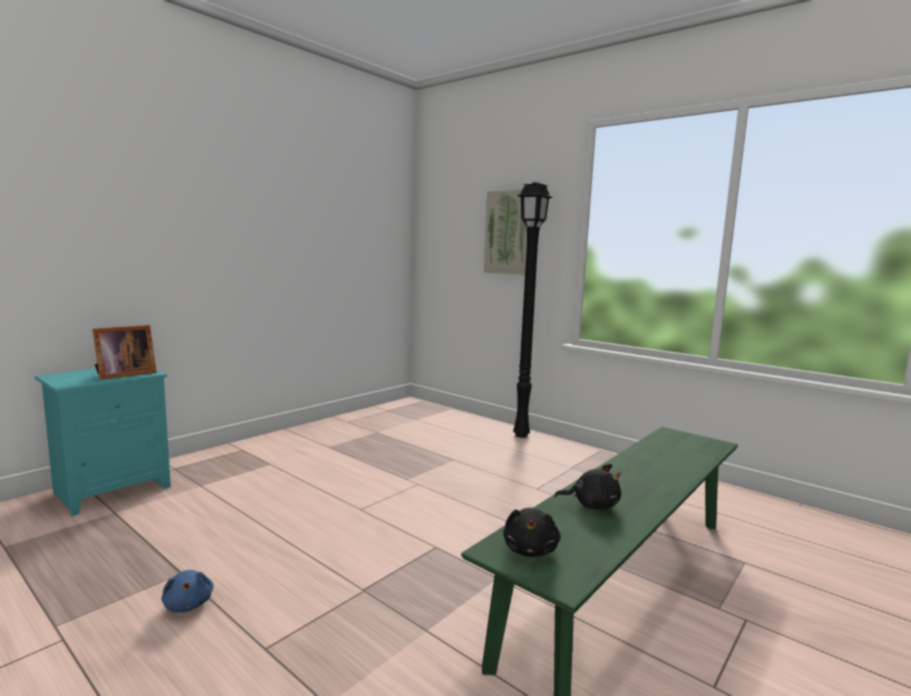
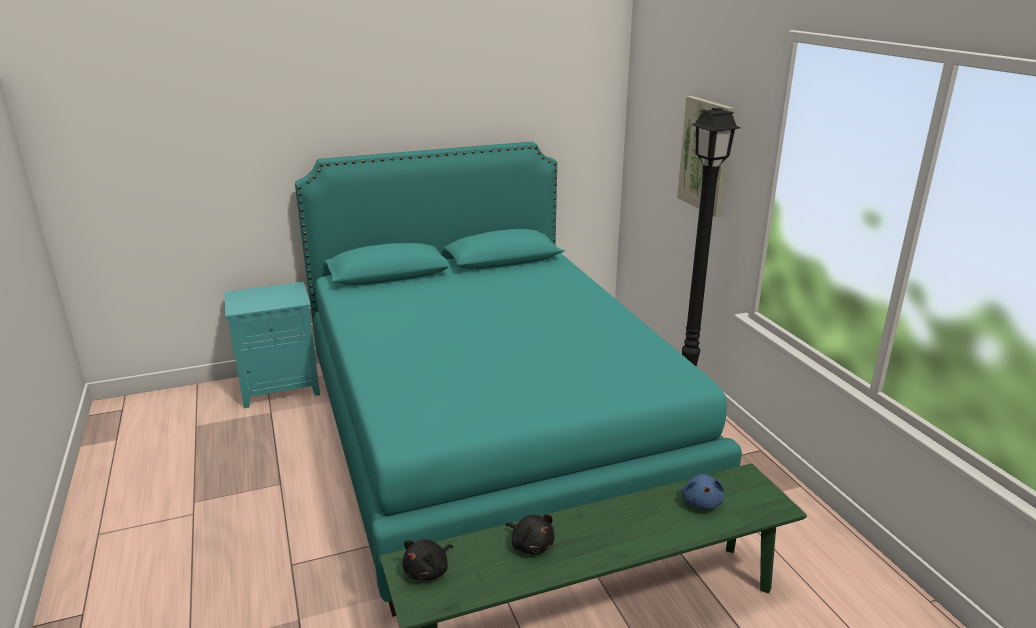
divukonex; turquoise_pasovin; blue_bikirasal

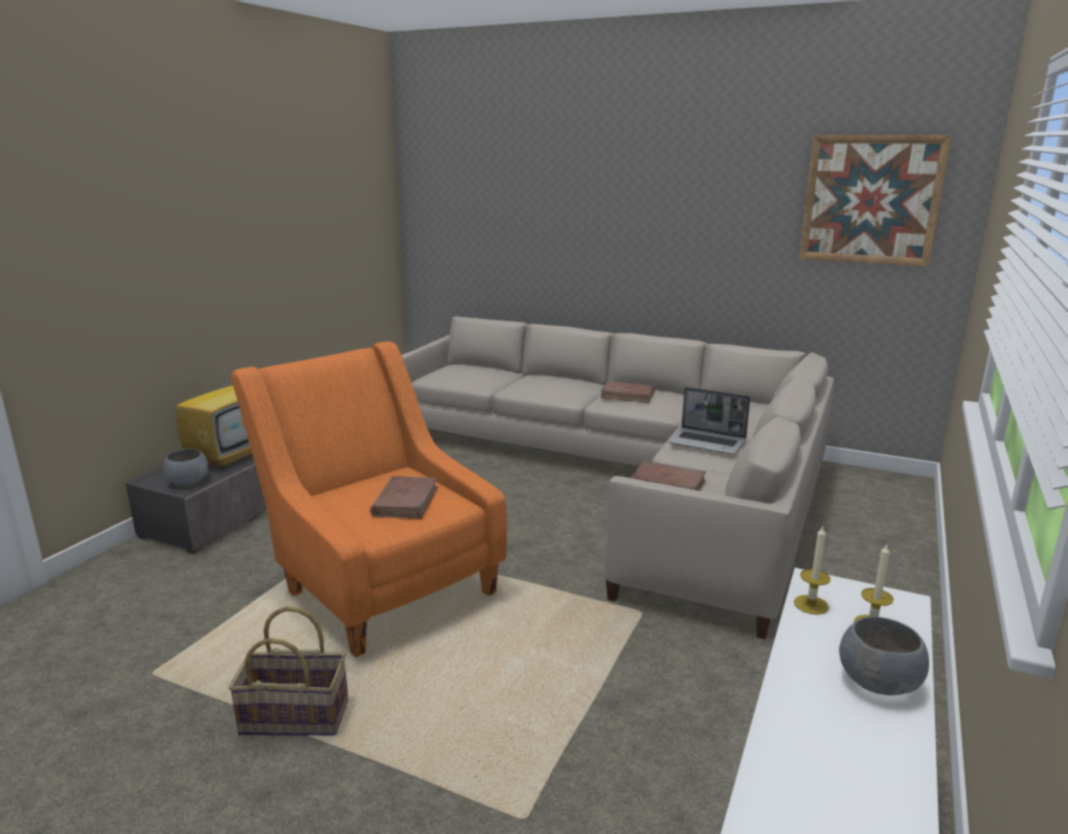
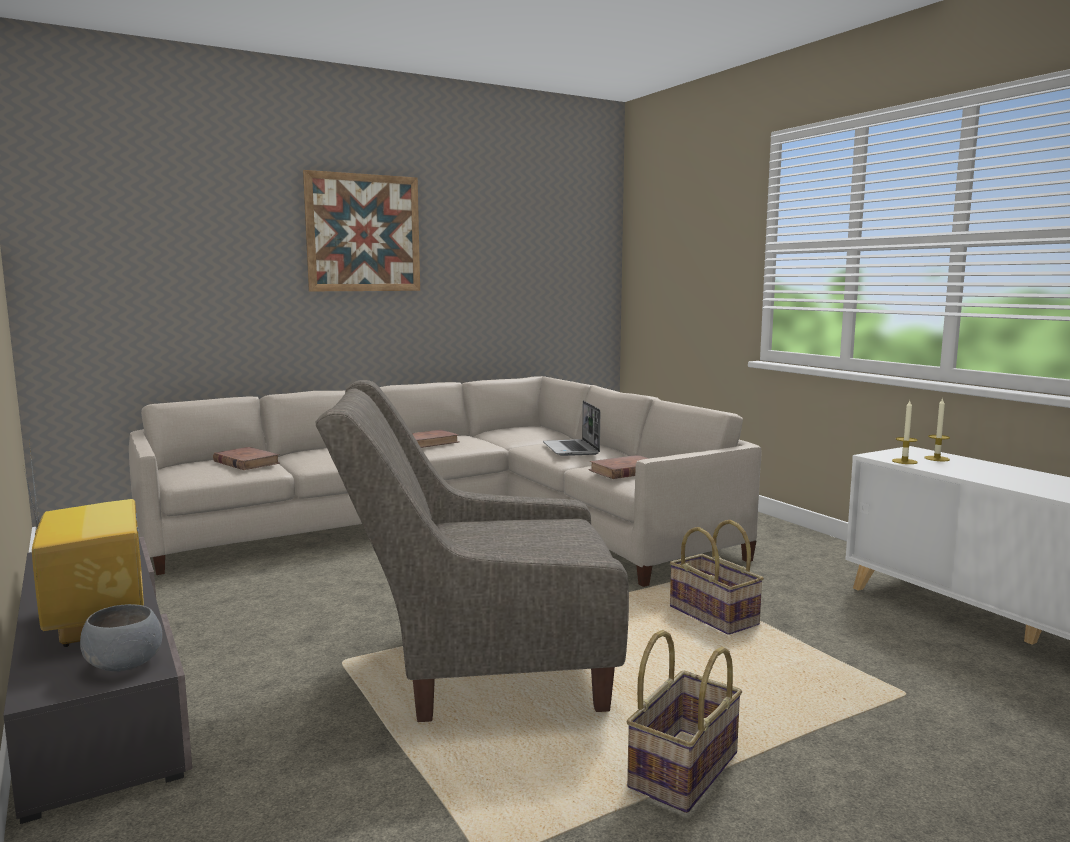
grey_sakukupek (no. 2 from left in the first image); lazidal (no. 2 from left); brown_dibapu (no. 1 from left); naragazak; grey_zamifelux; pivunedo

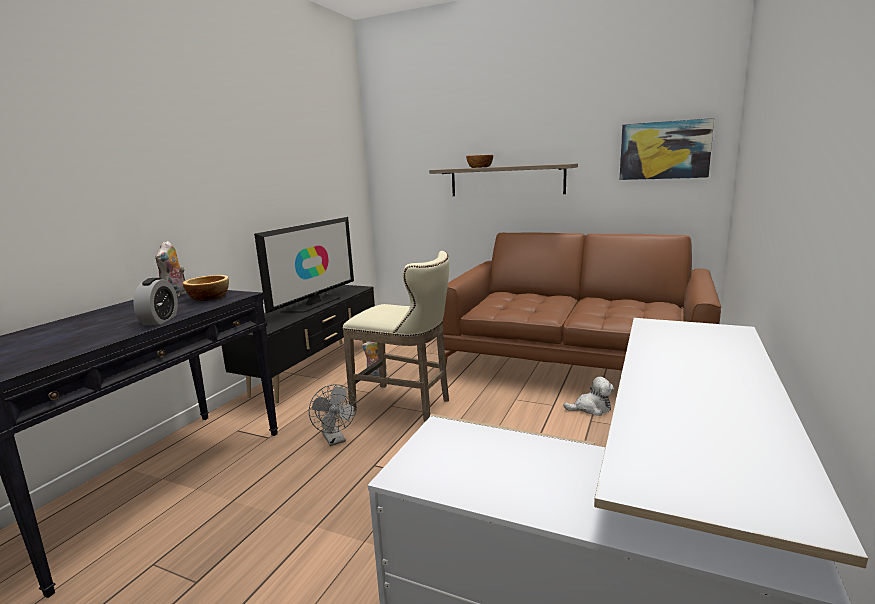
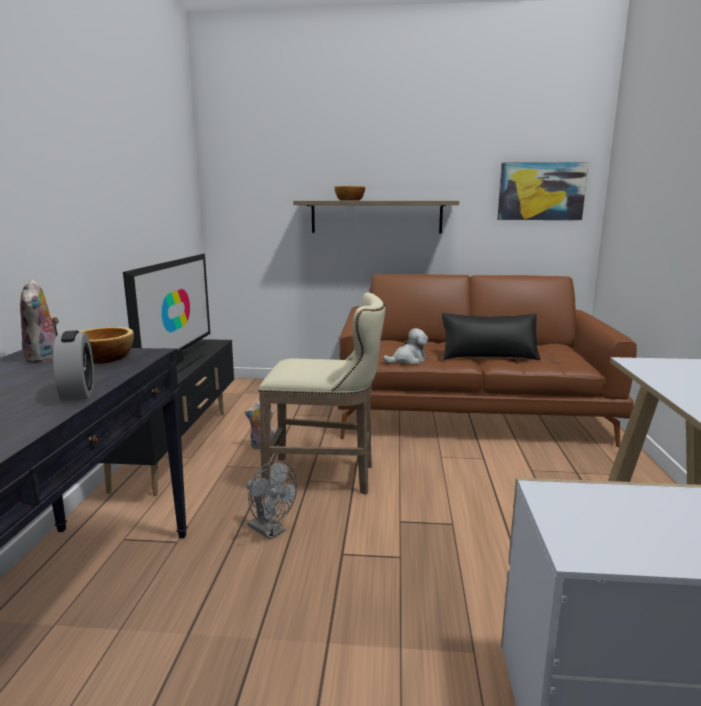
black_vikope; bikirasal (no. 3 from left)

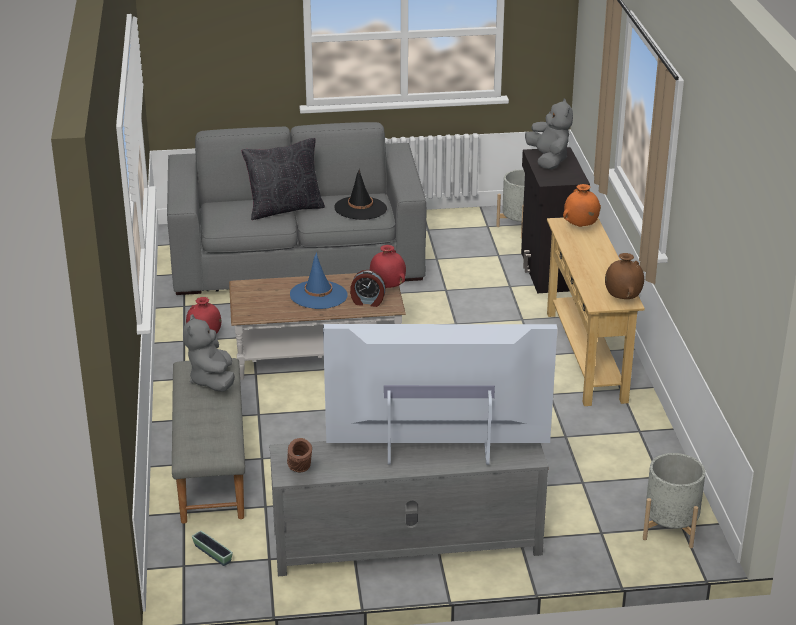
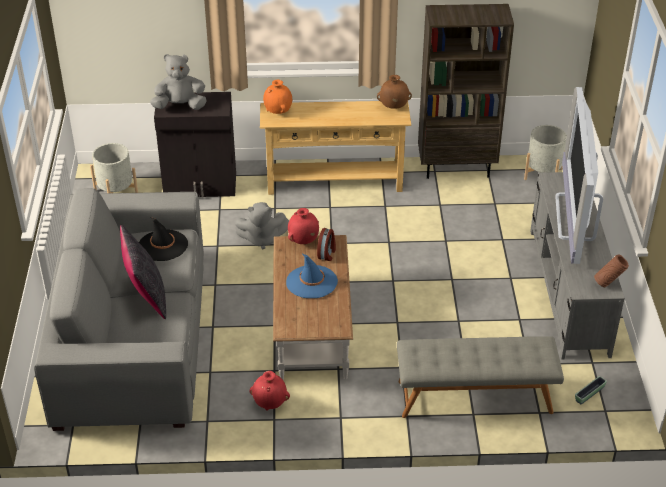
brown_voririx; grey_bikirasal (no. 2 from left)

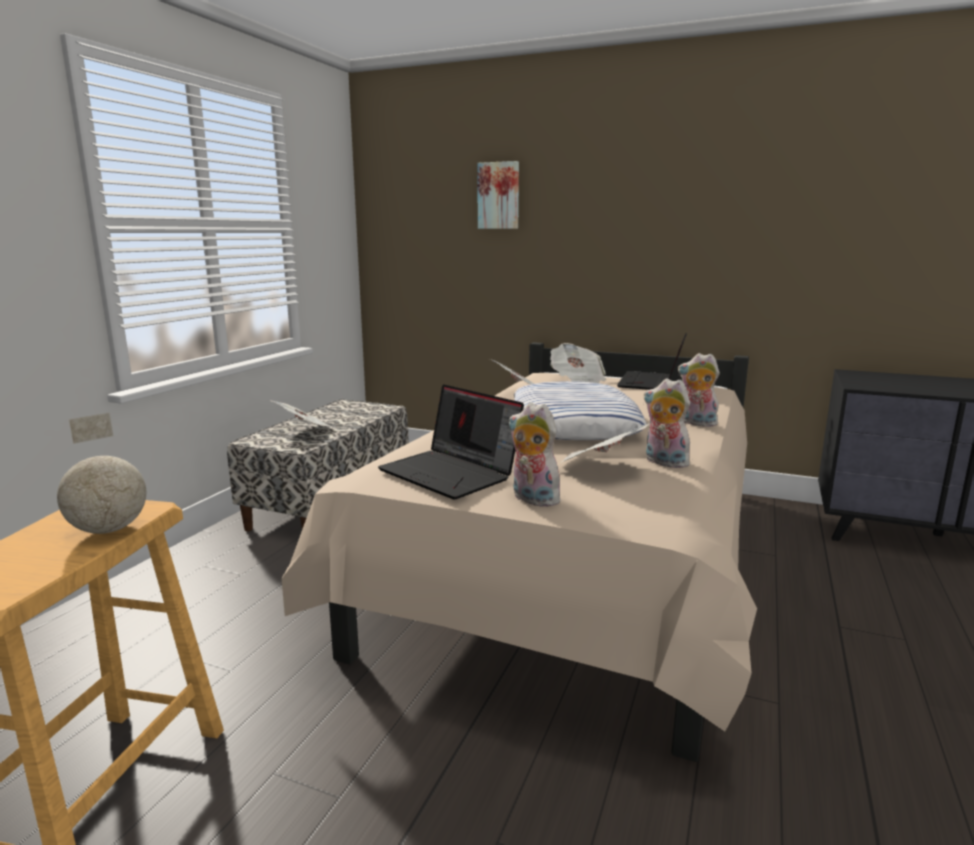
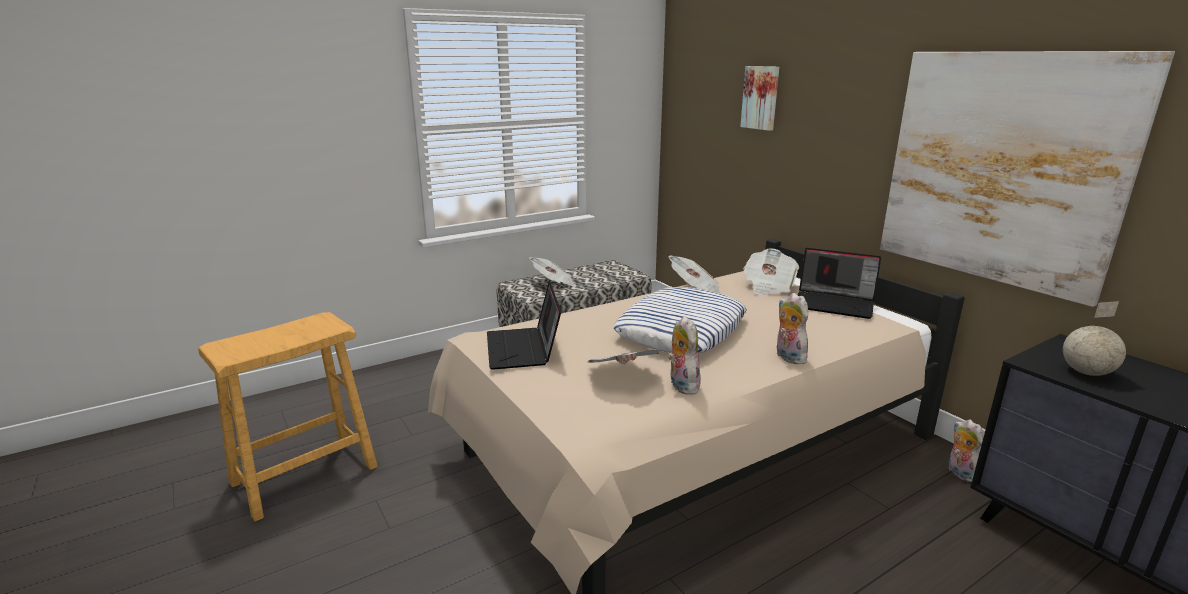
naragazak (no. 2 from left); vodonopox; bikirasal (no. 3 from left); pivunedo (no. 2 from left)

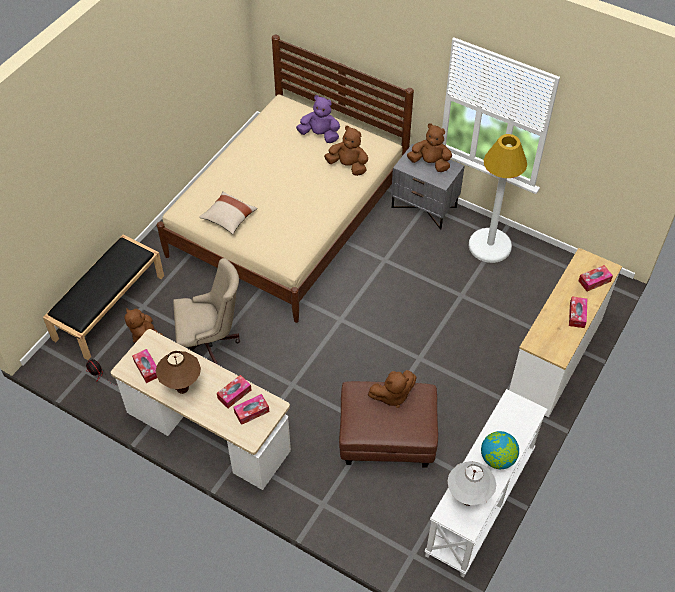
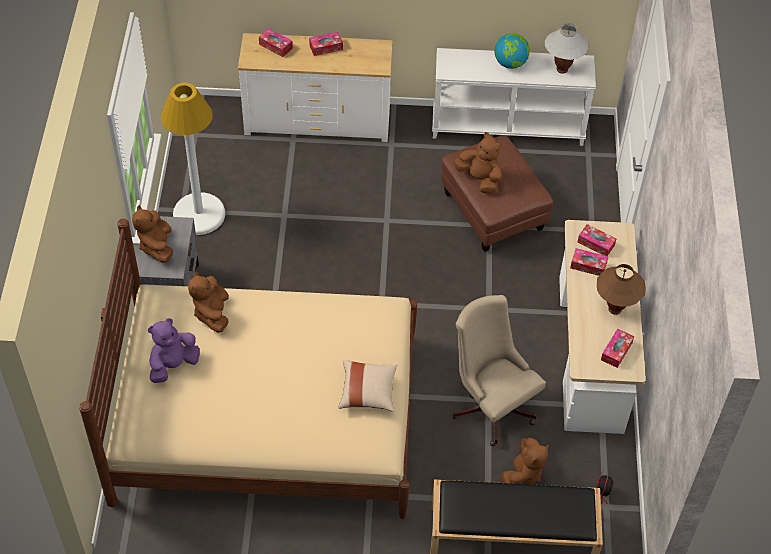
purple_bikirasal

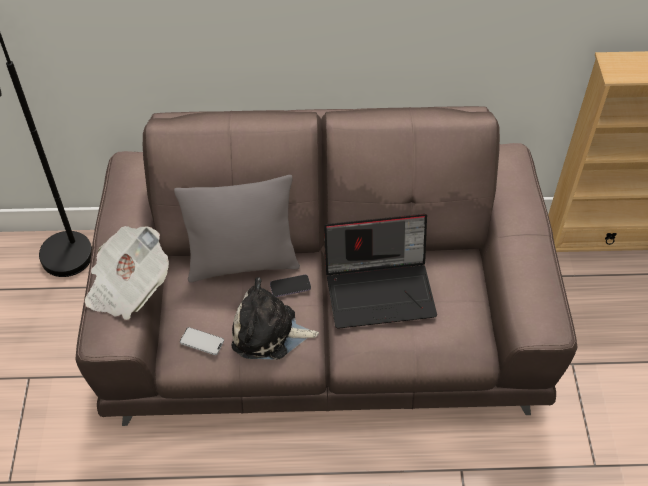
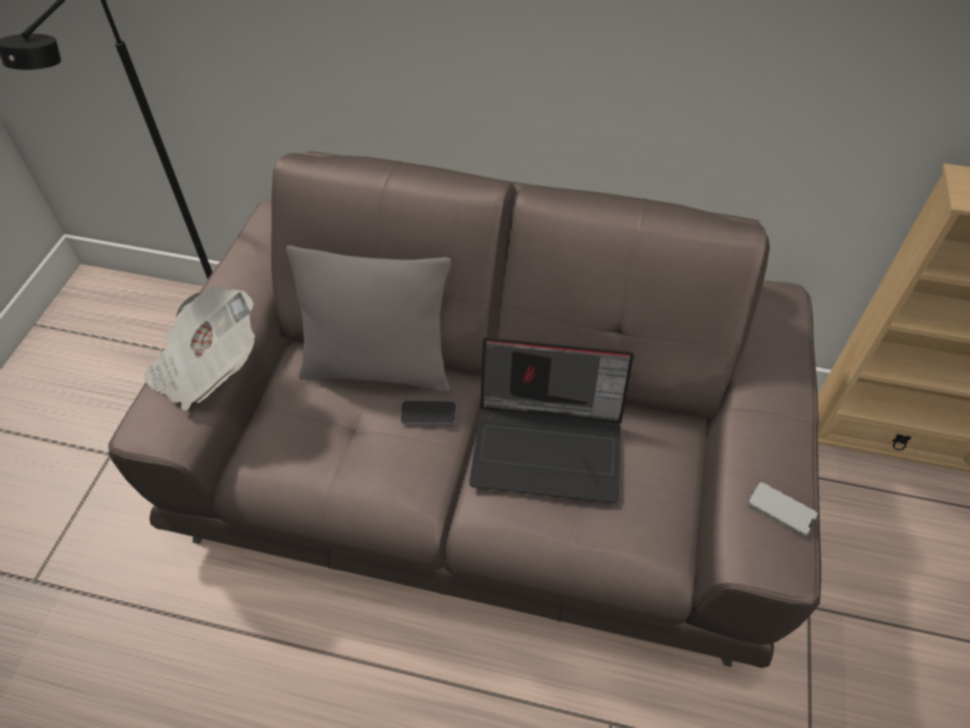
bikirasal; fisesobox (no. 2 from left)

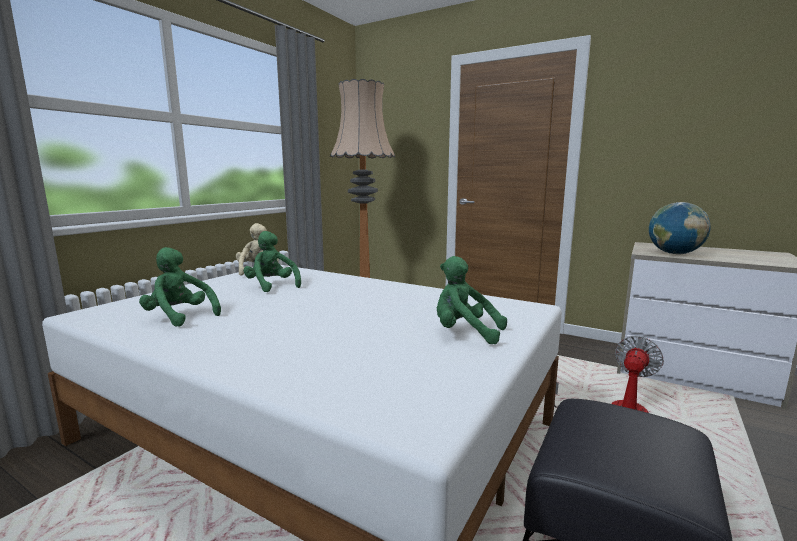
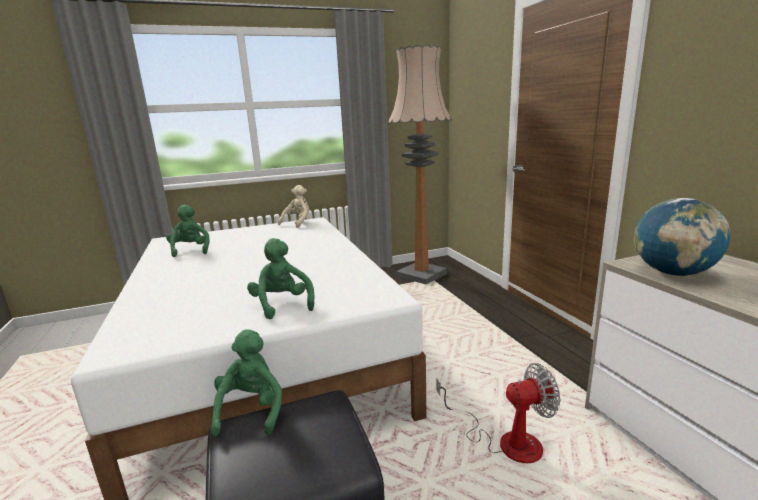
green_bikirasal (no. 2 from left)

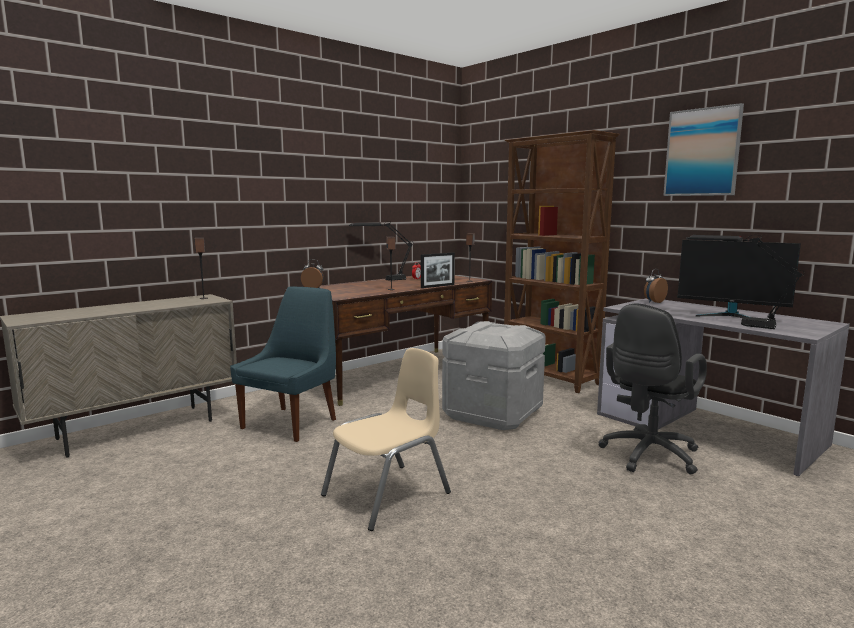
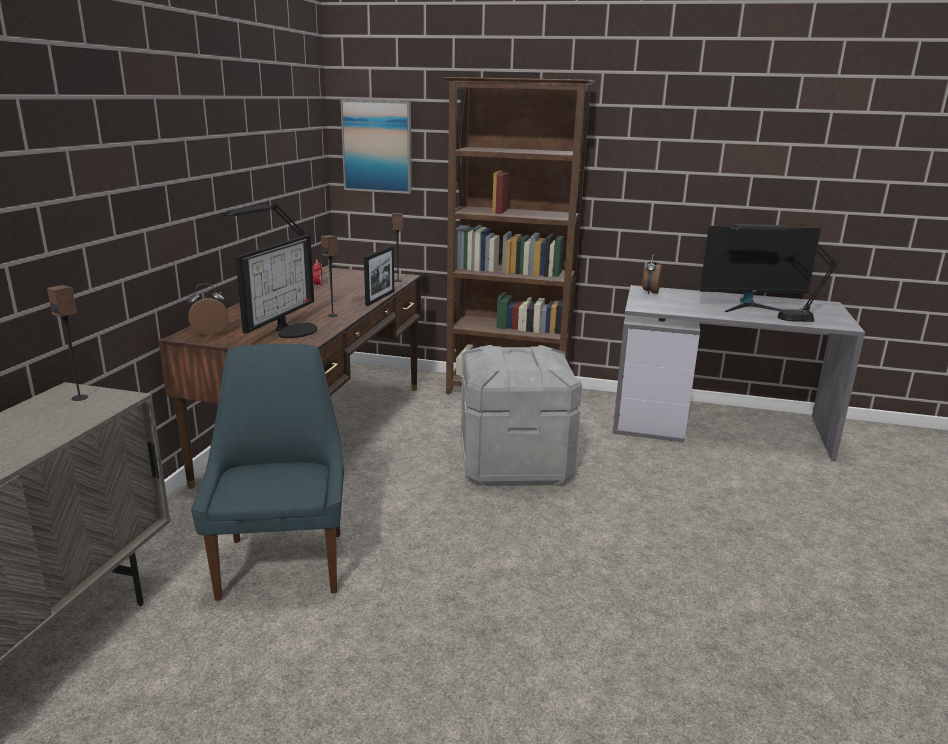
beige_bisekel; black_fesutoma; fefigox (no. 1 from left); naragazak

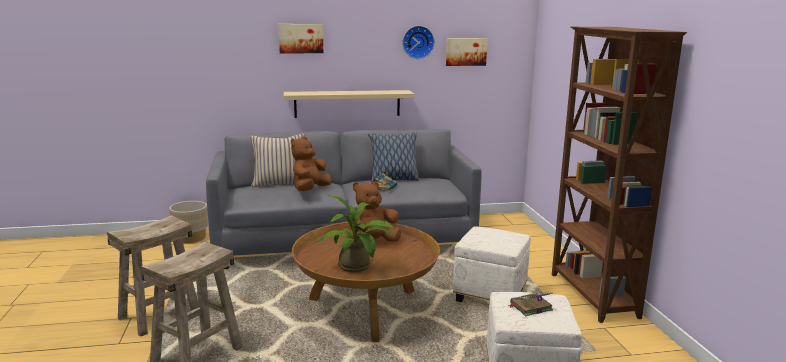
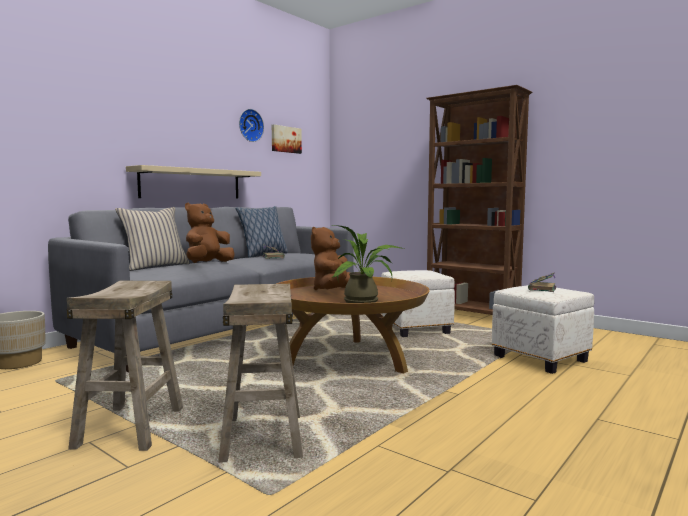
naragazak (no. 1 from left in the first image); brown_bikirasal (no. 1 from left)

